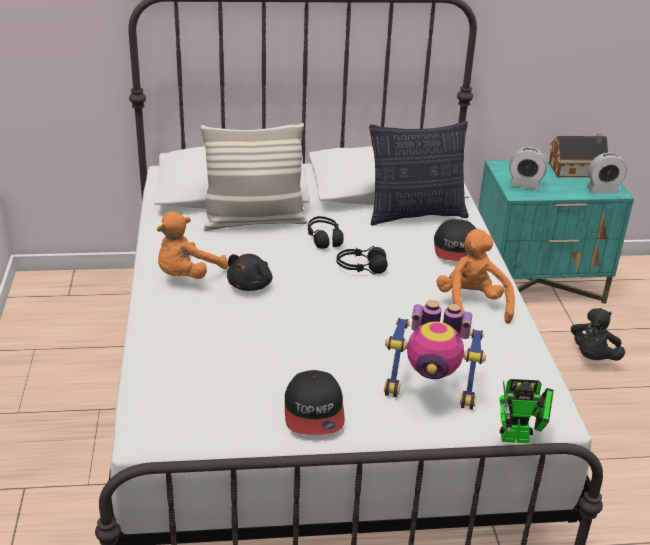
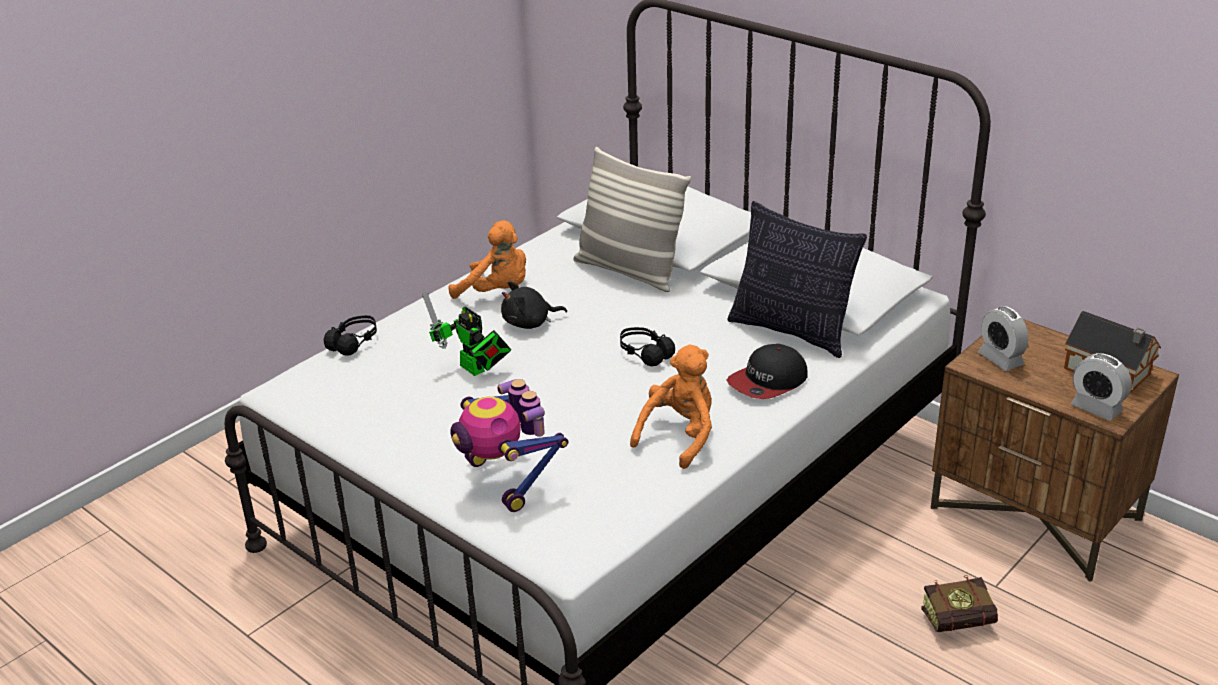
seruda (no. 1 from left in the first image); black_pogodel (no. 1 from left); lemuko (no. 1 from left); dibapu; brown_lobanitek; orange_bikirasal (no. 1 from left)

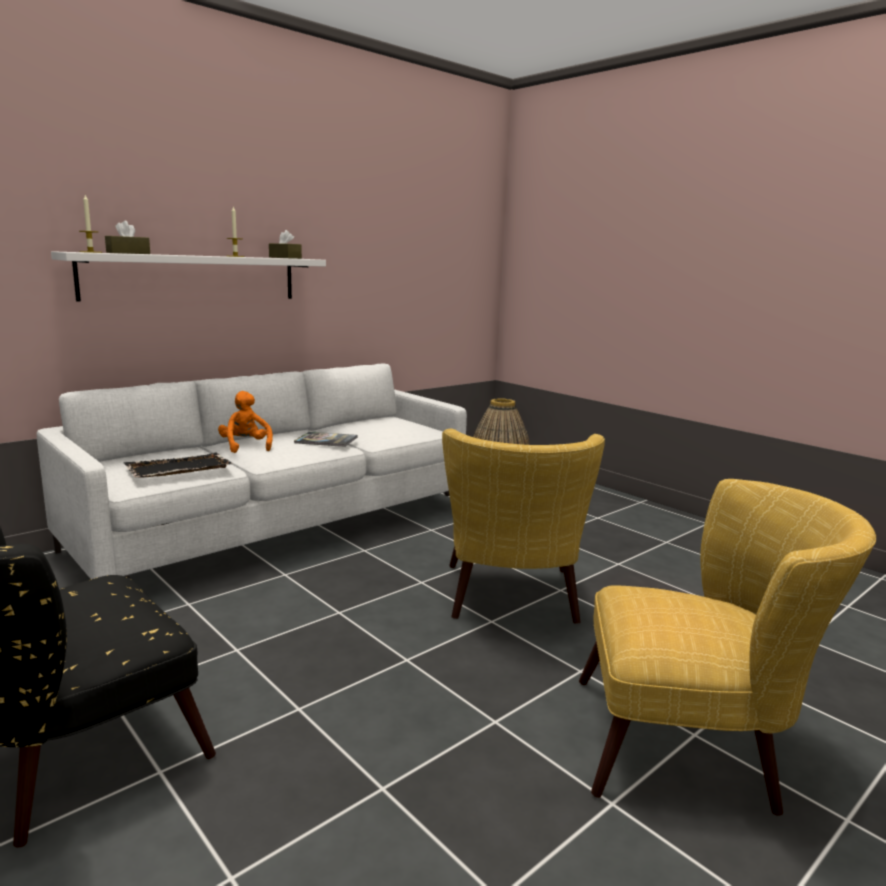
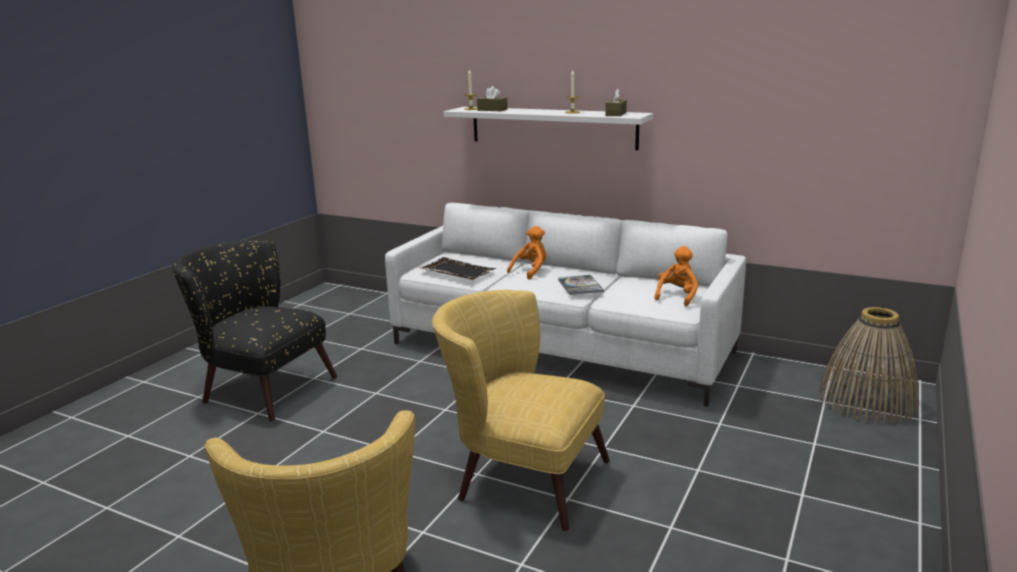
orange_bikirasal (no. 2 from left); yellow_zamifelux (no. 2 from left)

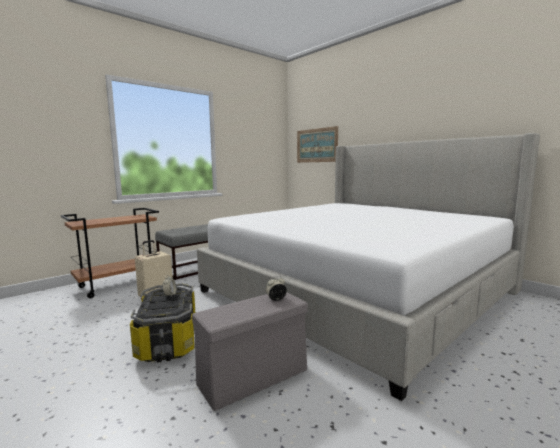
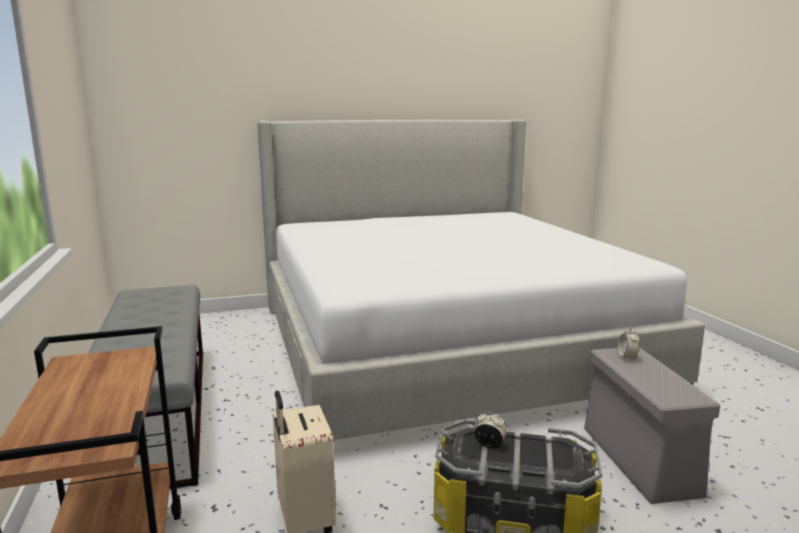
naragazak

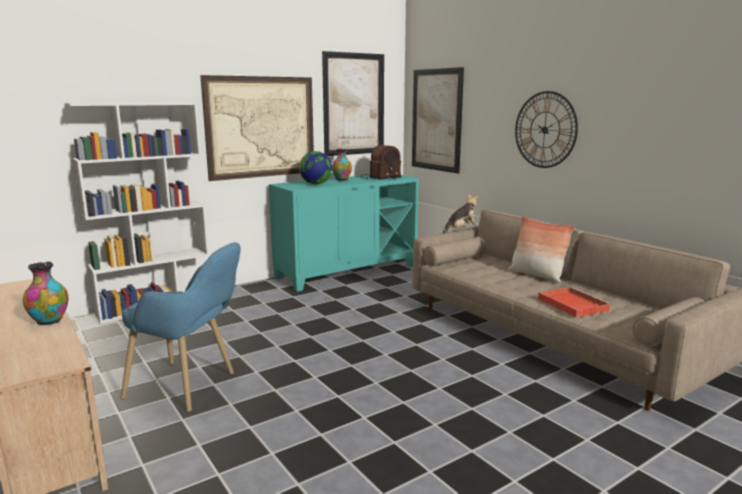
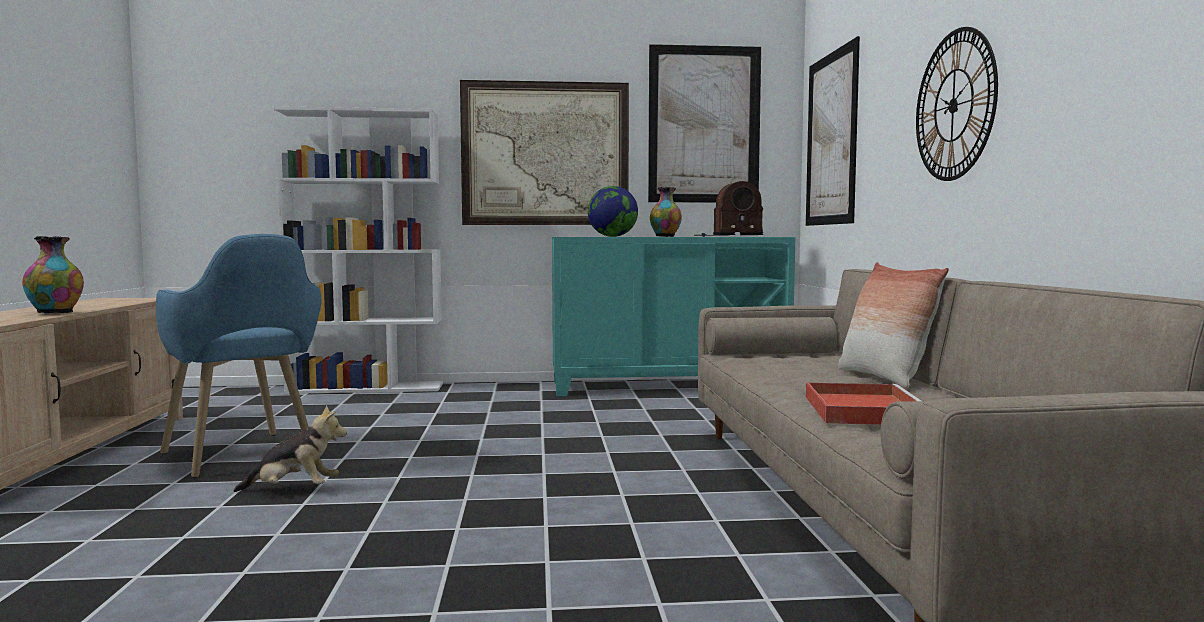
bikirasal

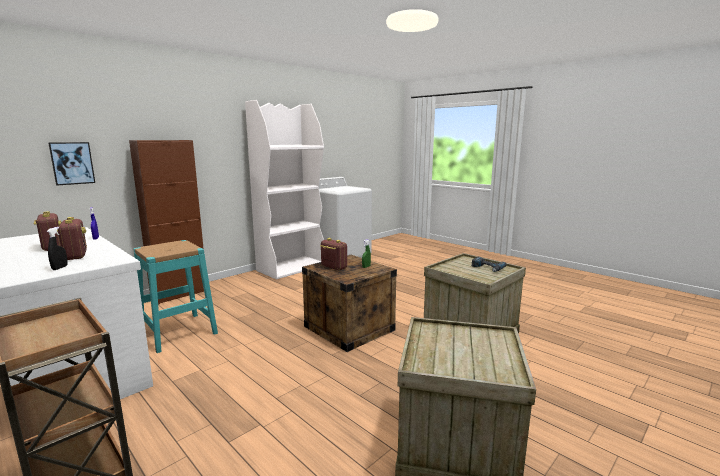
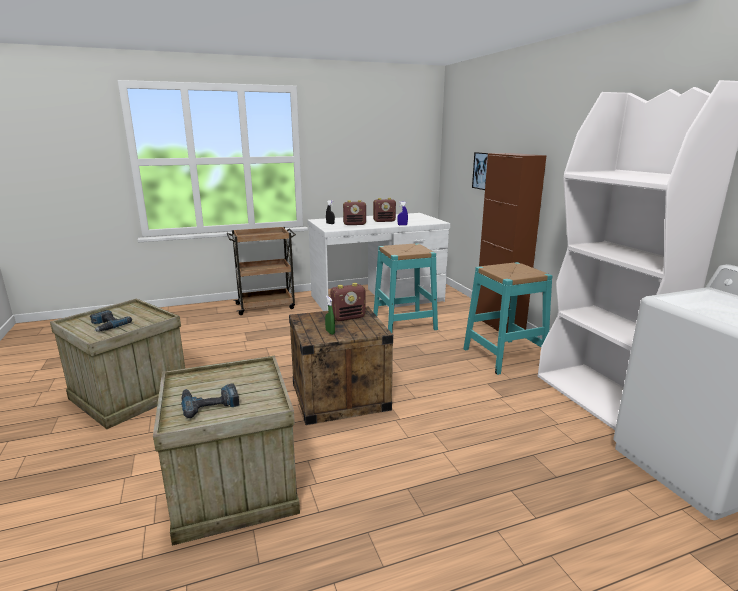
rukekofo (no. 1 from left); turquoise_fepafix (no. 2 from left)

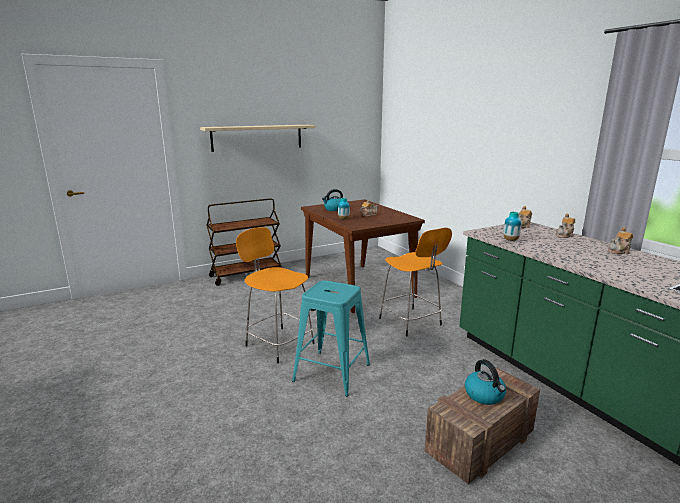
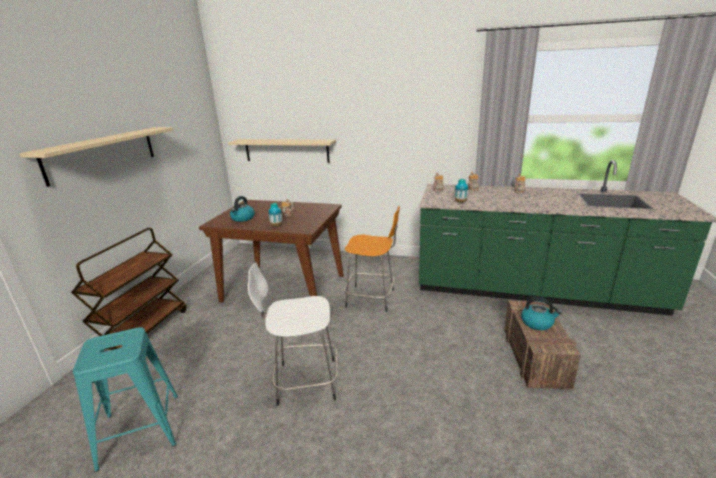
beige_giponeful (no. 2 from left); turquoise_fepafix; white_fepafix

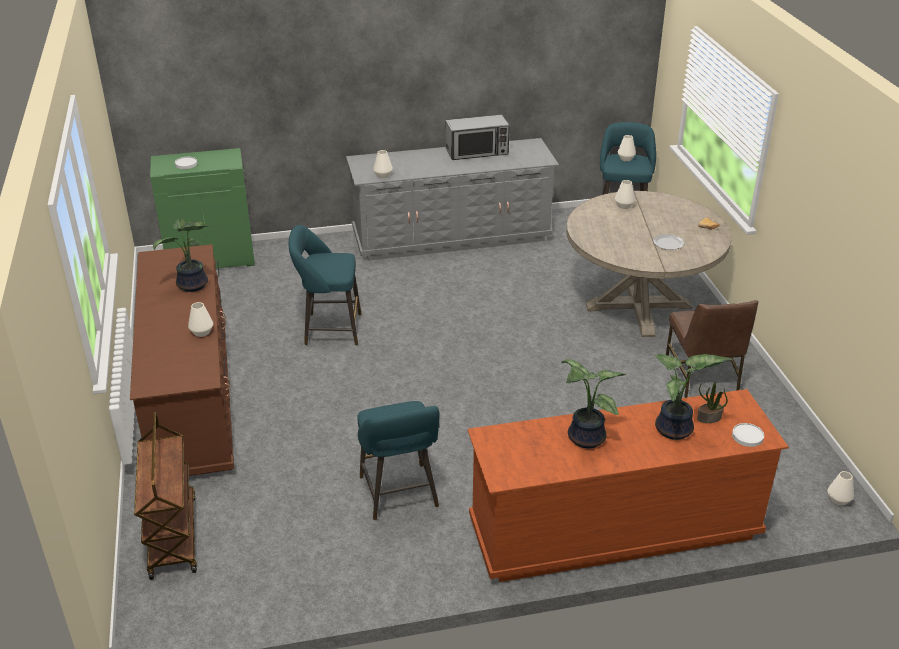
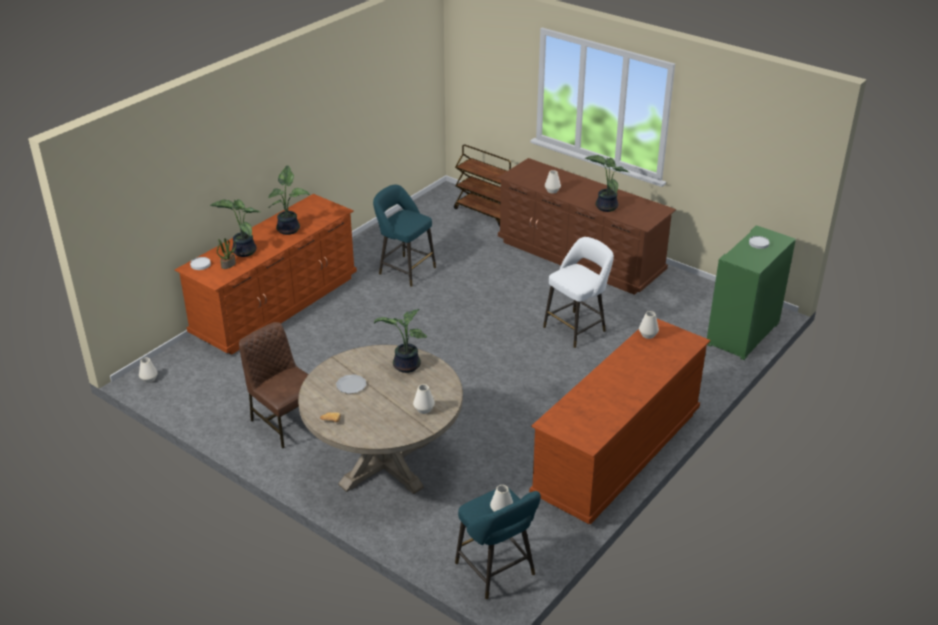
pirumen; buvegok (no. 4 from left); white_fepafix; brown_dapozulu (no. 3 from left)

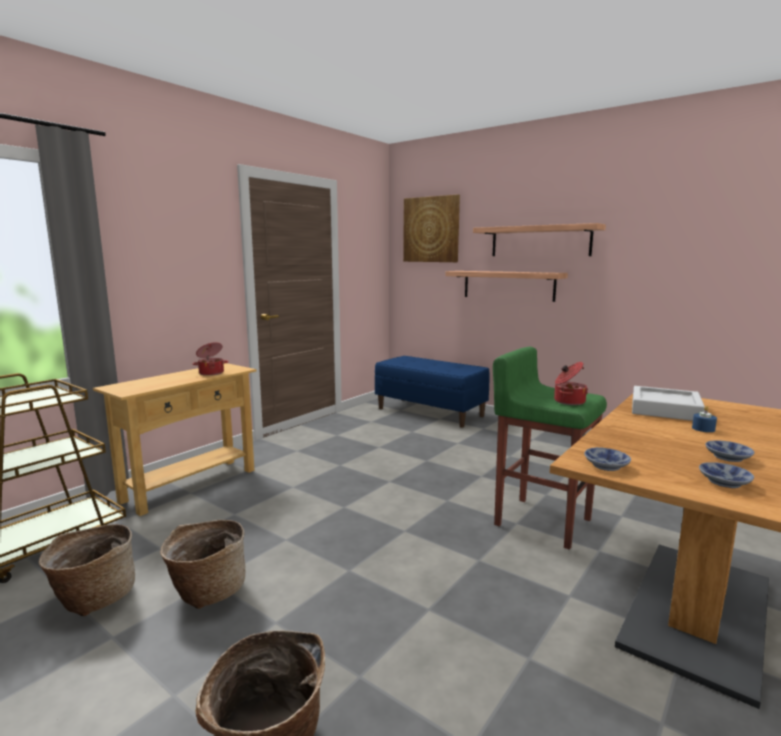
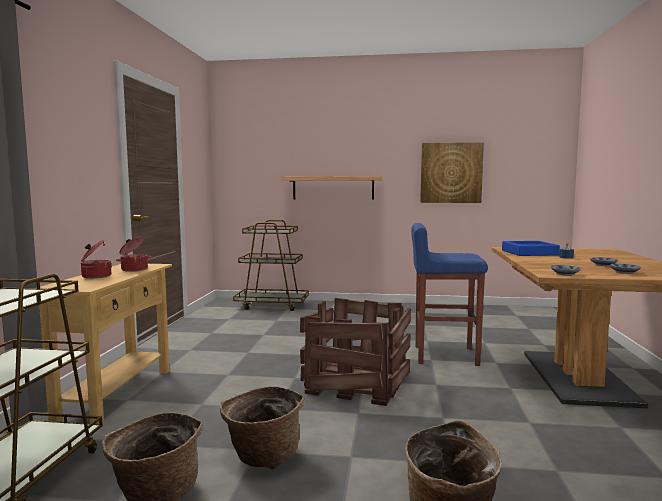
giponeful (no. 2 from left in the first image); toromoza; naragazak; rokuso (no. 1 from left); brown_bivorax (no. 2 from left); blue_fepafix; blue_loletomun

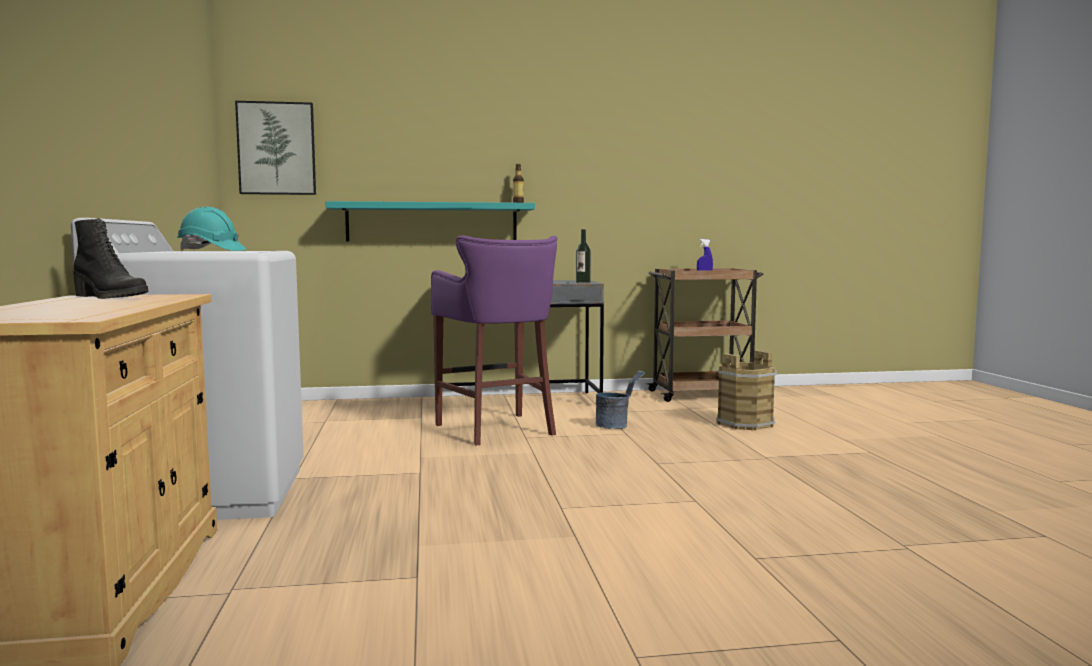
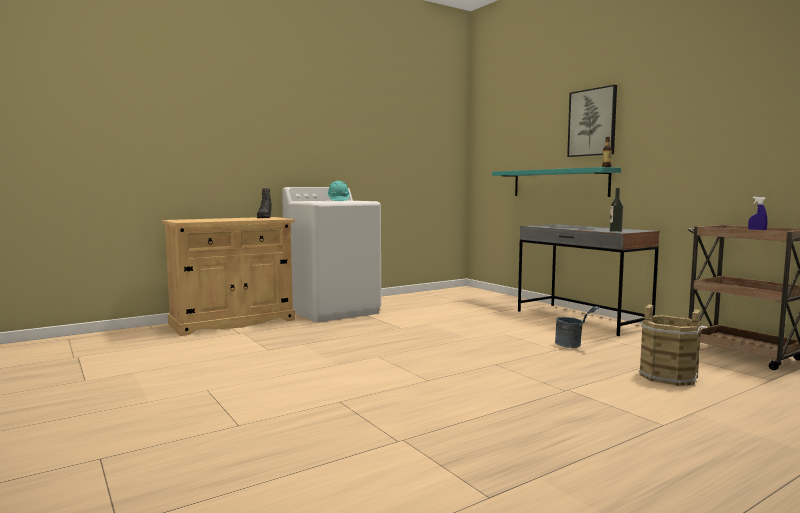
purple_fepafix; naragazak

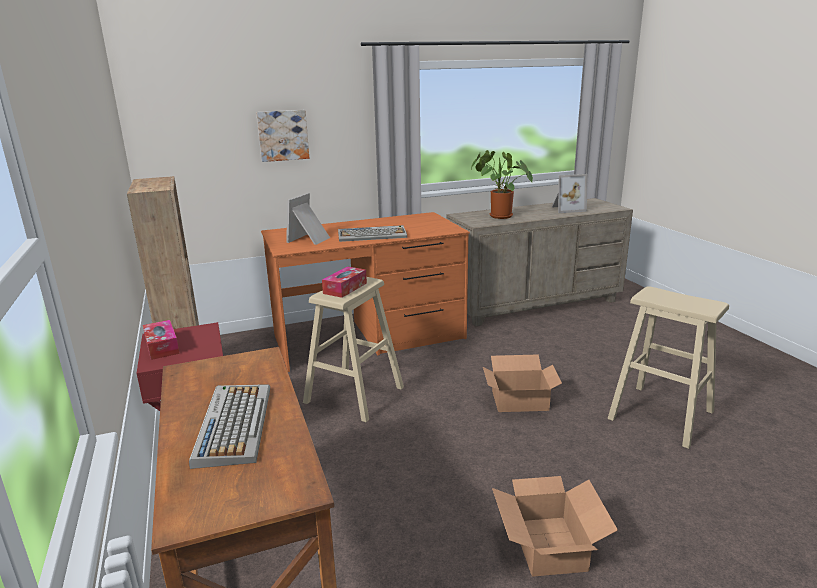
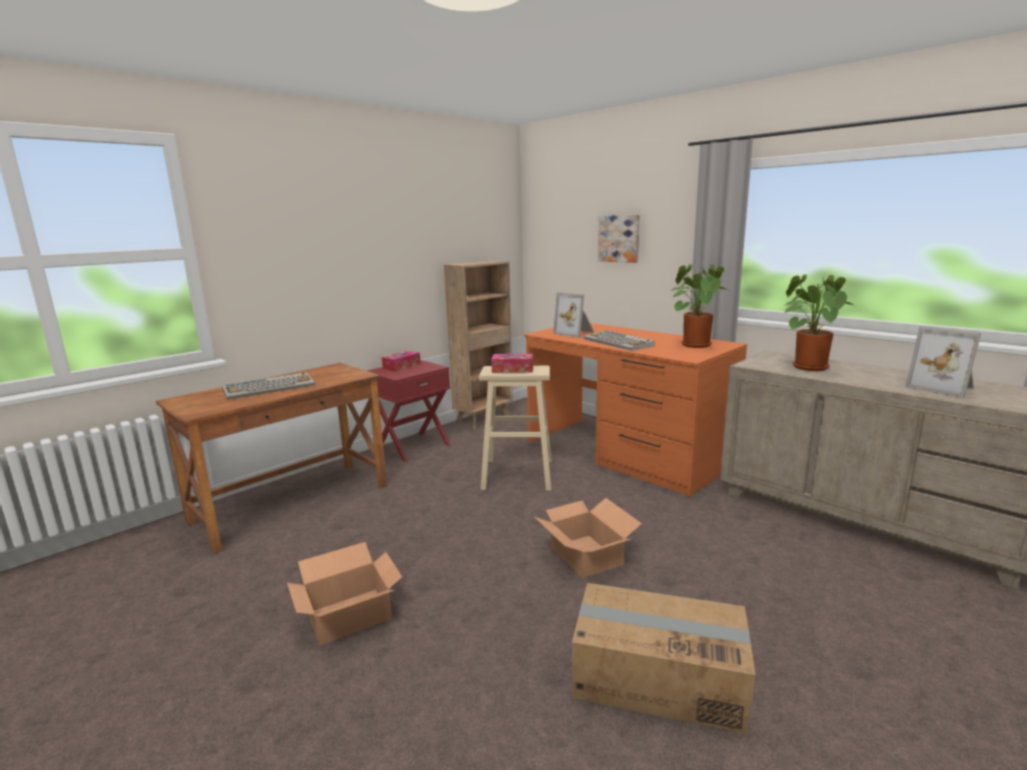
buvegok (no. 1 from left); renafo (no. 3 from left); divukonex (no. 1 from left)

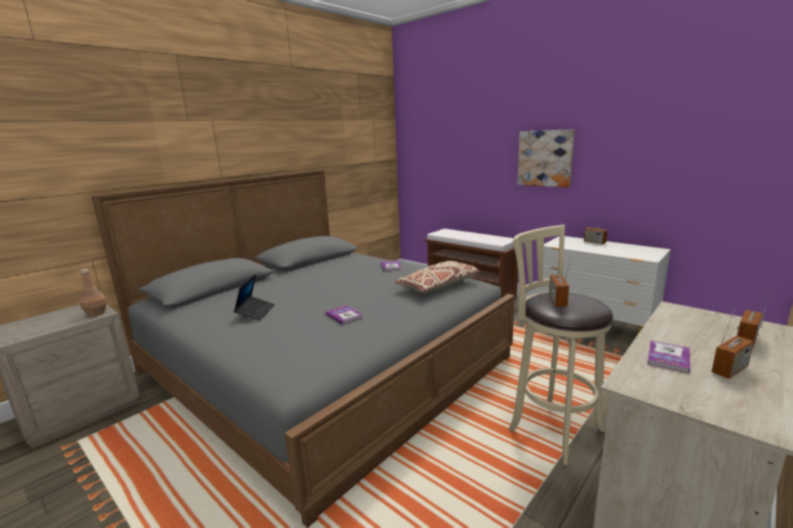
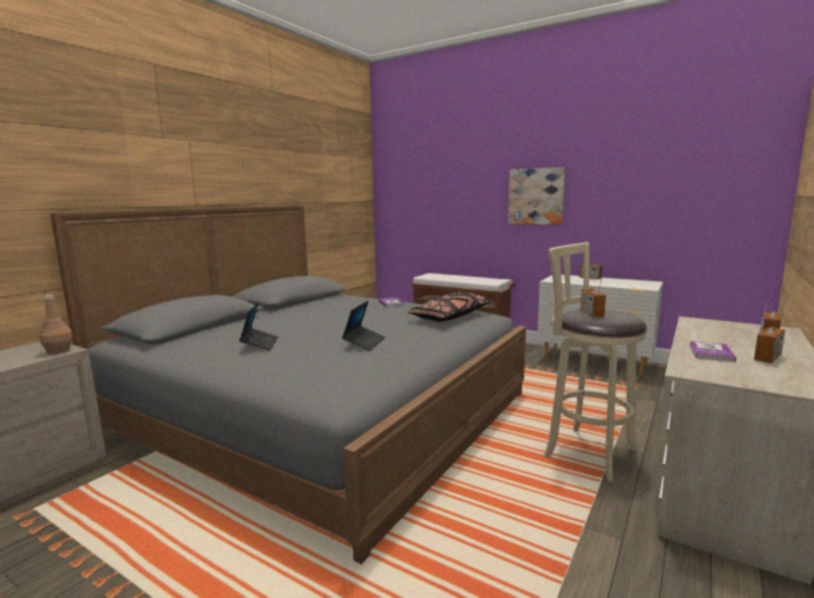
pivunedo (no. 2 from left); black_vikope

